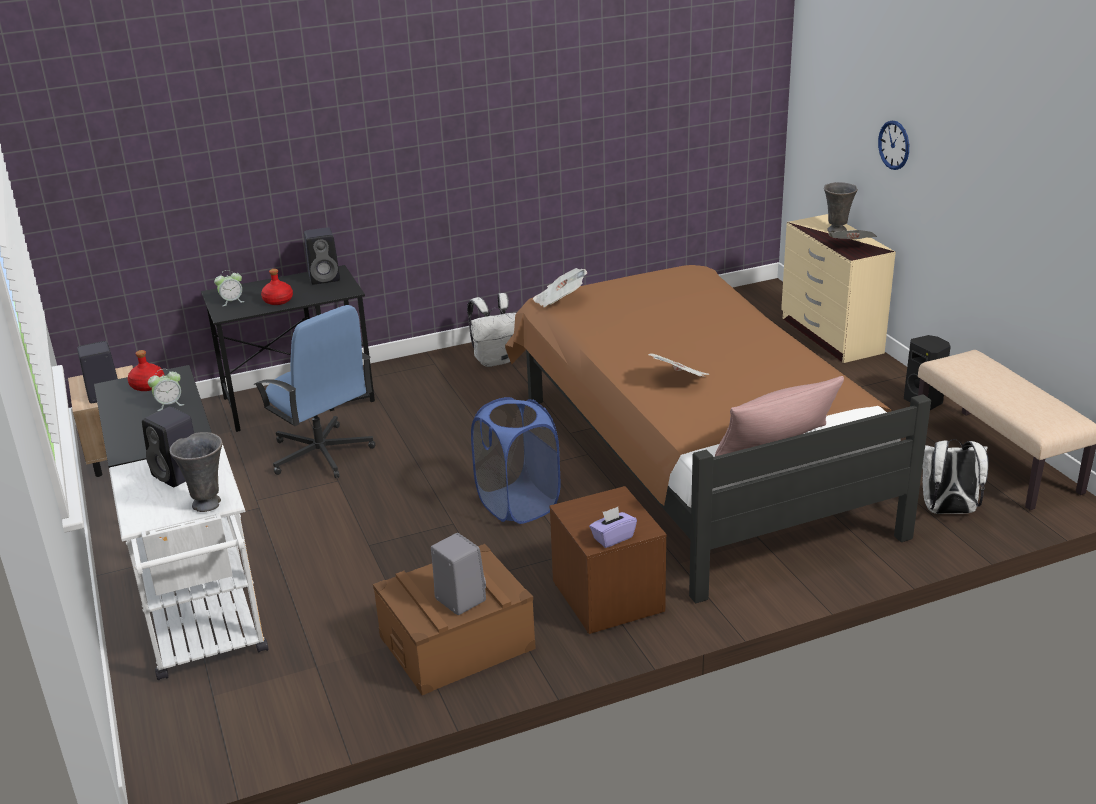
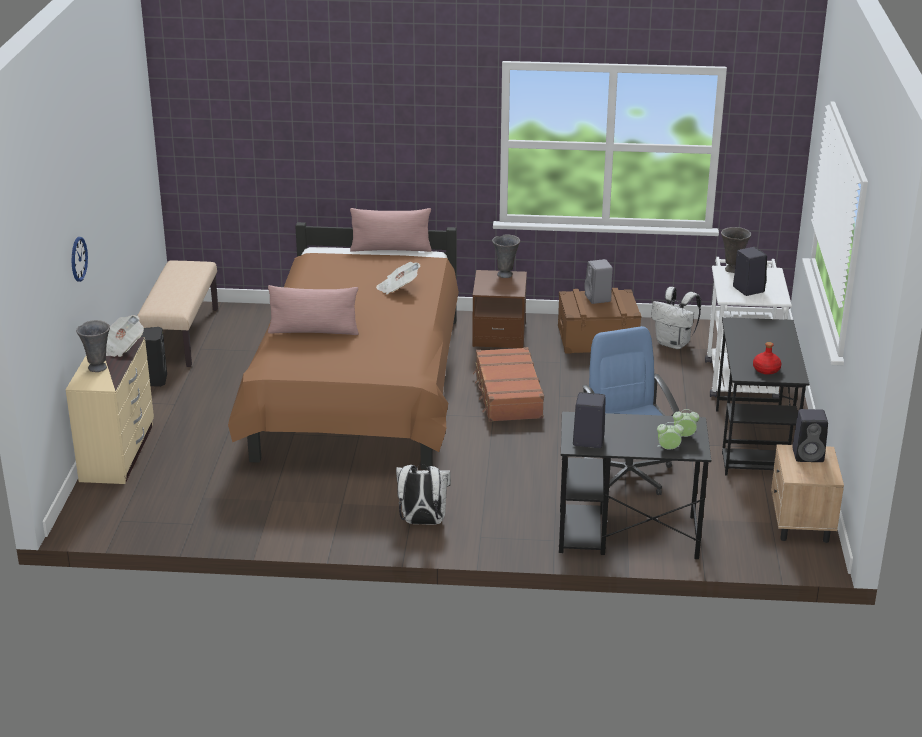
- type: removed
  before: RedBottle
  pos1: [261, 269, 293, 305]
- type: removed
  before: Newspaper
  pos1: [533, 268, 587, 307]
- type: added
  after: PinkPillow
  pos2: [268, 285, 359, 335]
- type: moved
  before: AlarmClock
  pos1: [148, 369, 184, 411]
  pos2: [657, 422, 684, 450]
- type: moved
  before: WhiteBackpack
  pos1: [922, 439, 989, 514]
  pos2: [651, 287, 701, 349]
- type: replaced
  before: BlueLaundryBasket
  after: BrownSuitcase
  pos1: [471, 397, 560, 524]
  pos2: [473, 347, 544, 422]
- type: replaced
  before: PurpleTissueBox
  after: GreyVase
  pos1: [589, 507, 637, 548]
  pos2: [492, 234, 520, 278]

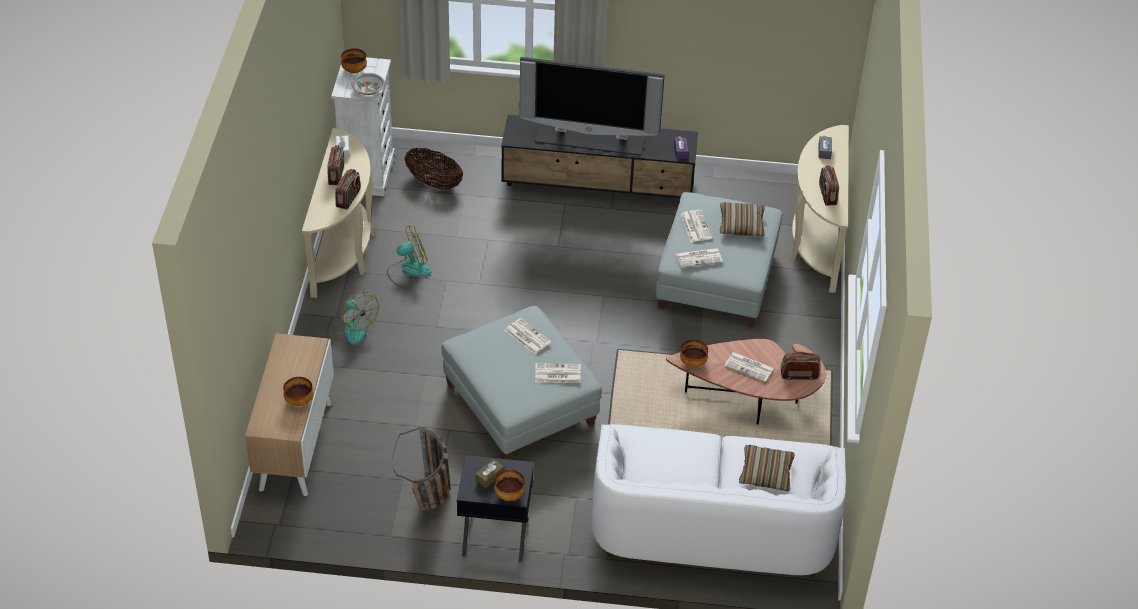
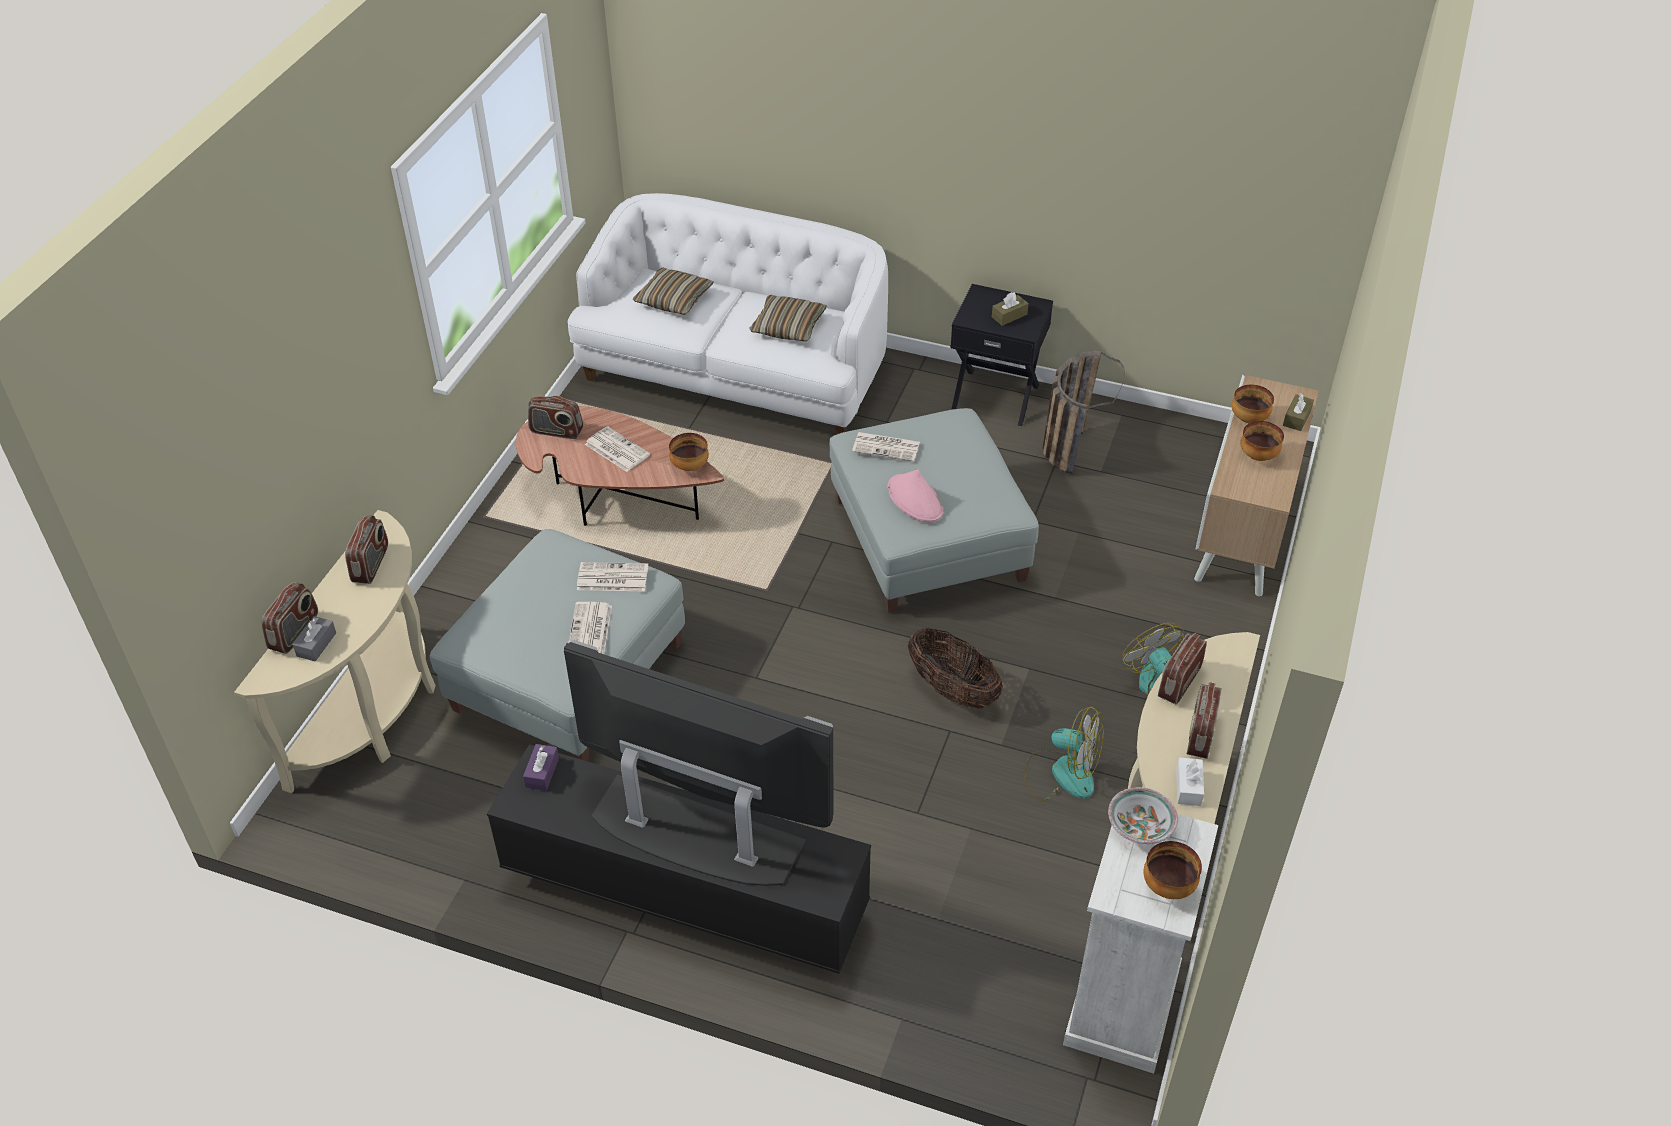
- type: added
  after: Radio
  pos2: [261, 582, 318, 654]
- type: added
  after: BrownTissueBox
  pos2: [1283, 393, 1314, 431]
- type: moved
  before: Basket
  pos1: [404, 148, 463, 189]
  pos2: [908, 627, 1003, 709]
- type: moved
  before: Bowl
  pos1: [494, 470, 525, 501]
  pos2: [1240, 421, 1284, 461]
- type: moved
  before: Pillow
  pos1: [720, 202, 765, 237]
  pos2: [750, 295, 827, 342]
- type: replaced
  before: Newspaper
  after: PinkHat
  pos1: [504, 318, 552, 355]
  pos2: [888, 469, 943, 523]
- type: turned
  before: Fan
  pos1: [387, 225, 431, 289]
  pos2: [1024, 707, 1104, 801]
  turn: -150

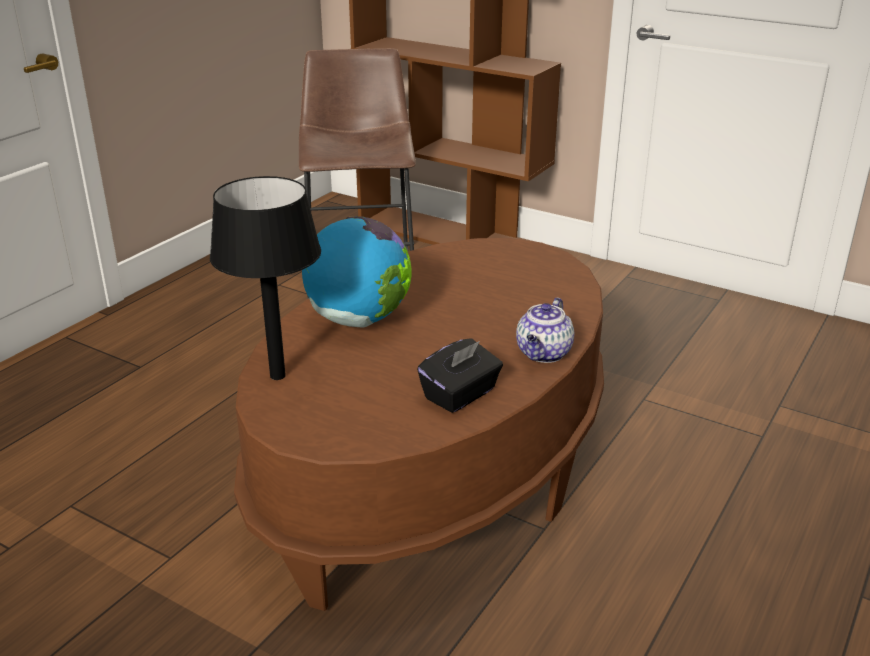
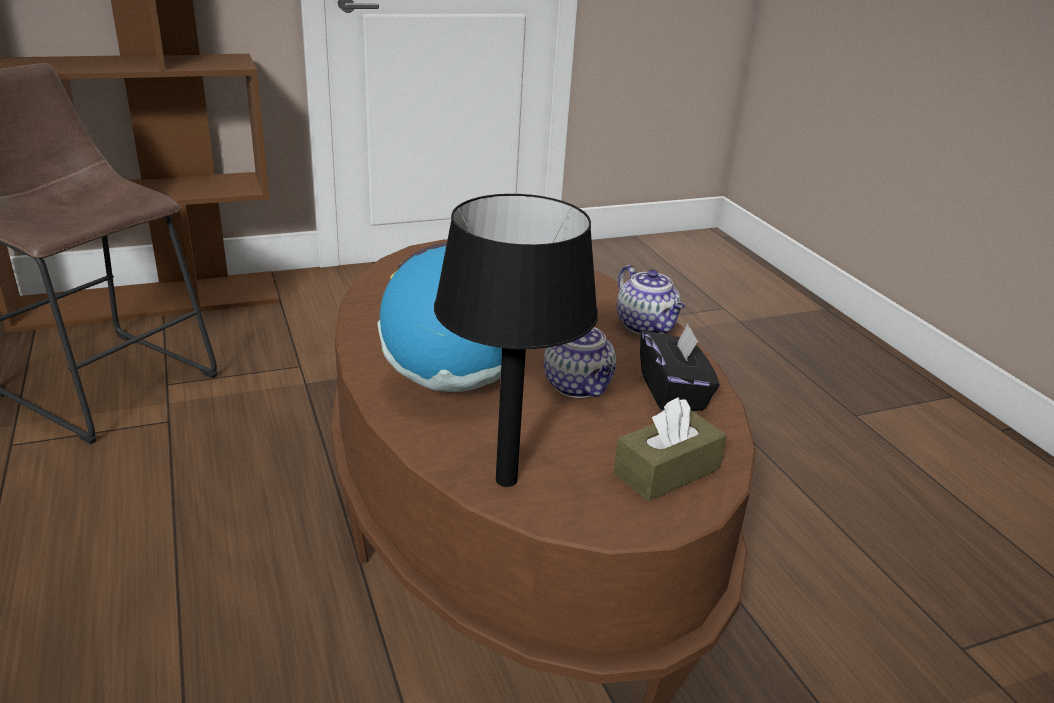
- type: added
  after: Teapot
  pos2: [543, 327, 616, 398]
- type: added
  after: BrownTissueBox
  pos2: [613, 397, 727, 502]

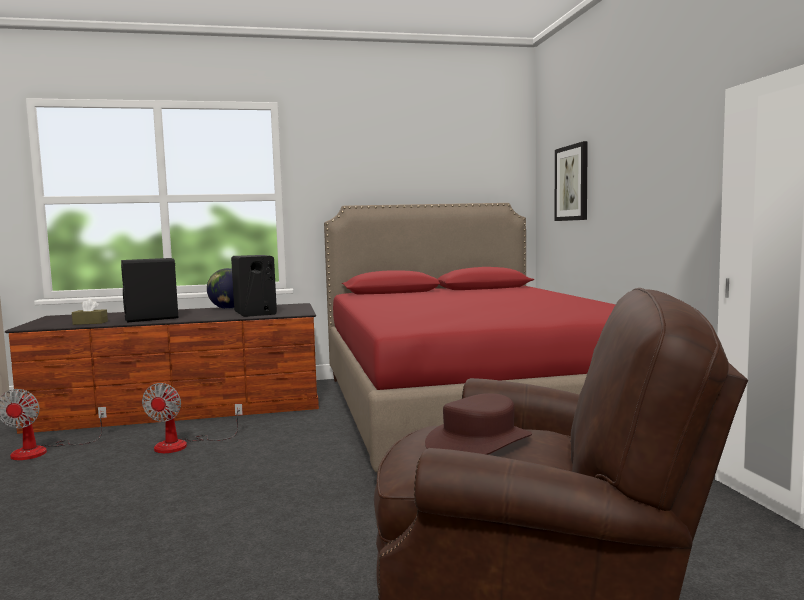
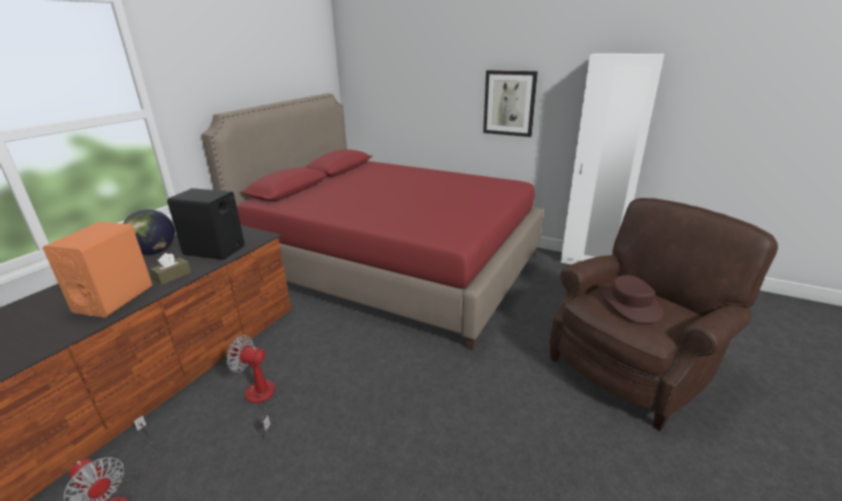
- type: moved
  before: BrownTissueBox
  pos1: [72, 299, 108, 325]
  pos2: [150, 253, 191, 285]
- type: moved
  before: Picture
  pos1: [555, 141, 588, 221]
  pos2: [483, 70, 538, 137]
- type: recoloured
  before: BlackSpeaker
  after: OrangeSpeaker
  pos1: [121, 258, 178, 323]
  pos2: [43, 222, 152, 318]
- type: turned
  before: Fan
  pos1: [142, 383, 243, 453]
  pos2: [226, 335, 281, 439]
  turn: 150

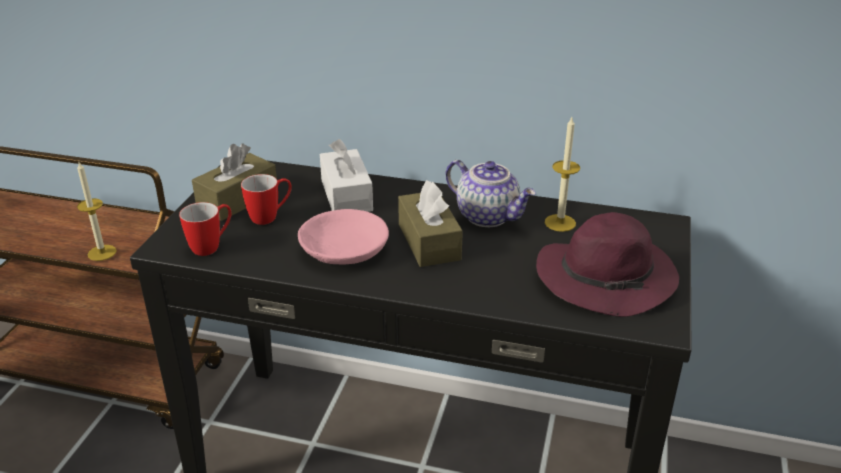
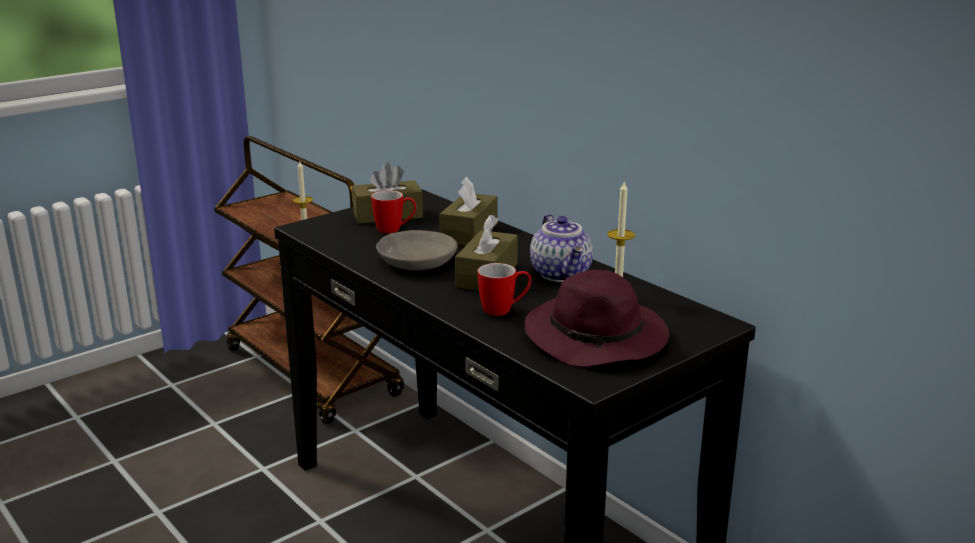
- type: moved
  before: Mug
  pos1: [179, 202, 232, 256]
  pos2: [478, 263, 531, 316]
- type: recoloured
  before: PinkBowl
  after: GreyBowl
  pos1: [298, 209, 389, 264]
  pos2: [376, 230, 458, 270]
- type: recoloured
  before: WhiteTissueBox
  after: BrownTissueBox
  pos1: [320, 139, 373, 212]
  pos2: [439, 176, 498, 245]

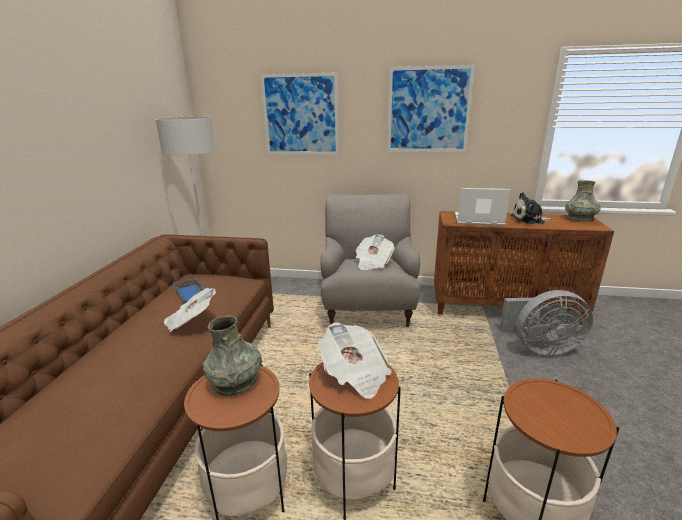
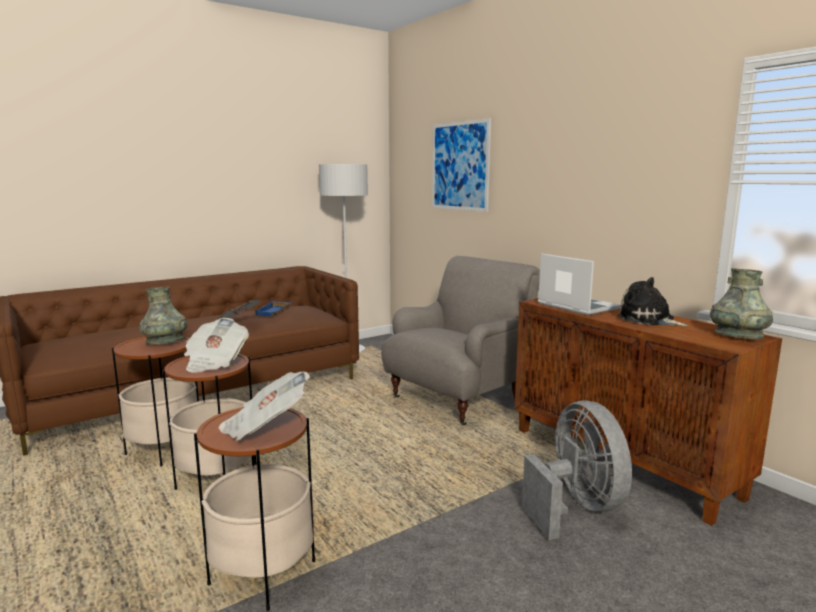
- type: removed
  before: Picture
  pos1: [387, 65, 475, 152]
- type: moved
  before: Newspaper
  pos1: [356, 234, 395, 270]
  pos2: [218, 371, 310, 441]
- type: turned
  before: GreyFan
  pos1: [500, 290, 593, 356]
  pos2: [522, 400, 632, 540]
  turn: -150

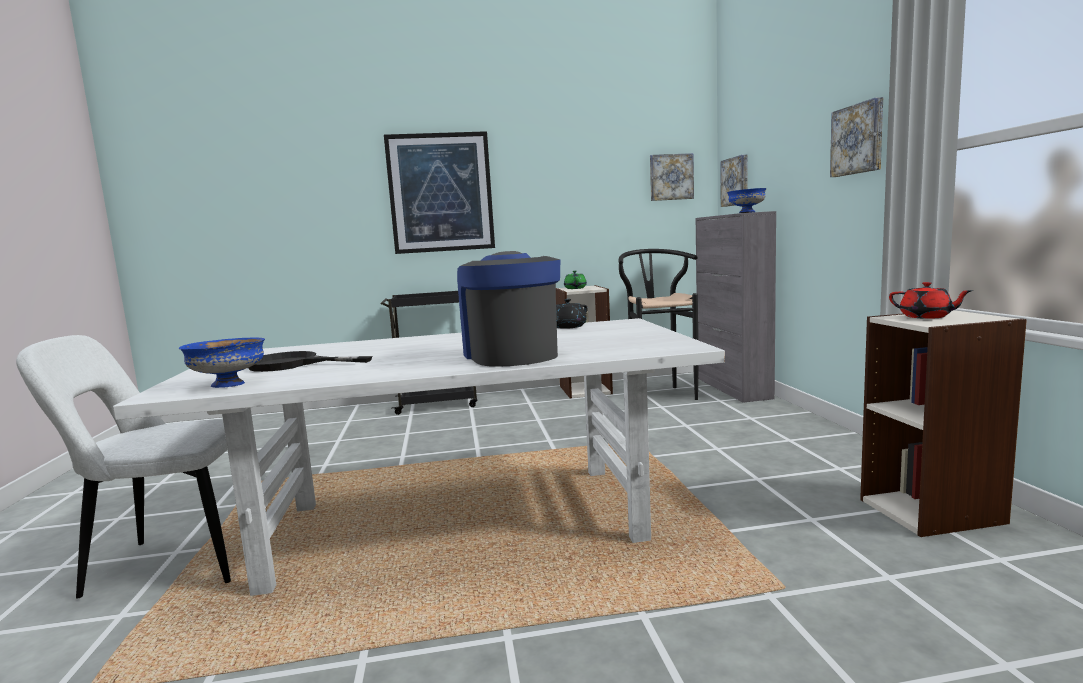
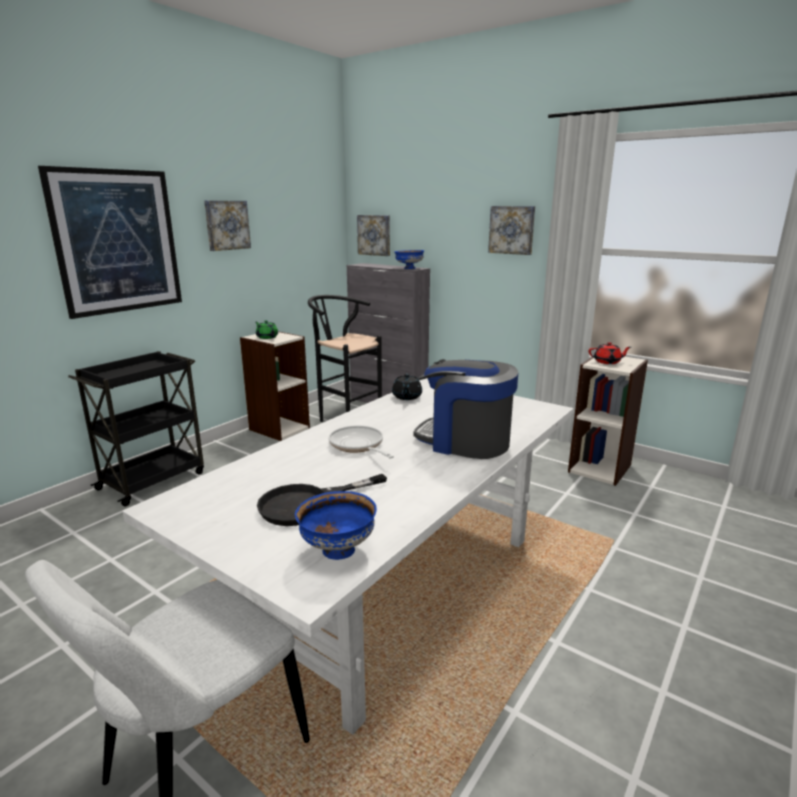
- type: added
  after: FryingPan
  pos2: [329, 426, 394, 459]
- type: moved
  before: Picture
  pos1: [650, 153, 694, 201]
  pos2: [204, 201, 251, 251]

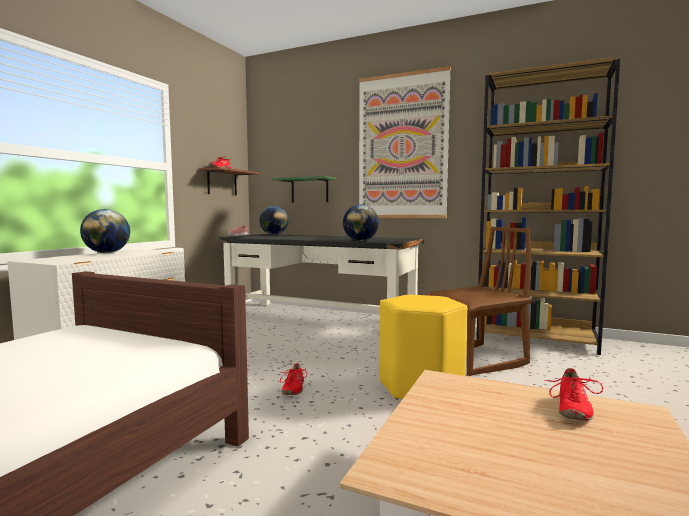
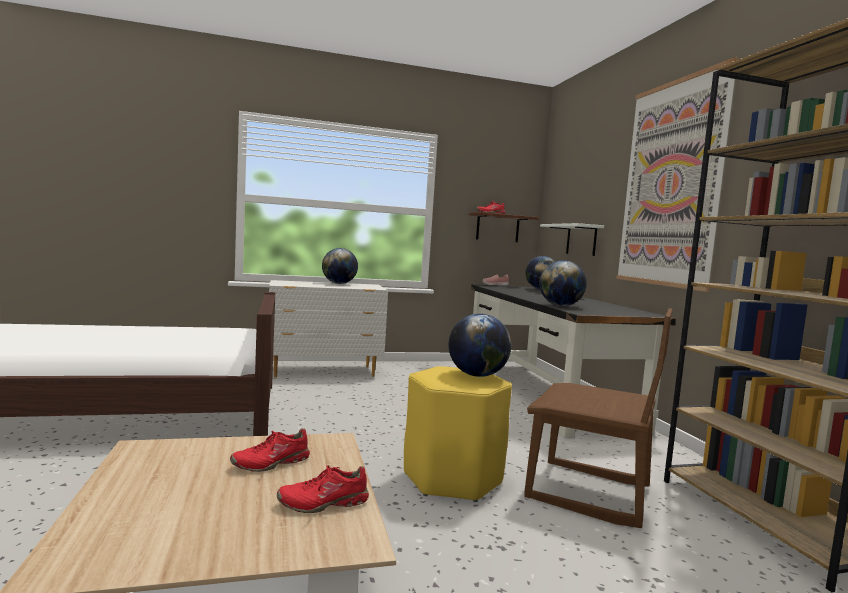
- type: added
  after: Globe
  pos2: [448, 314, 511, 377]
- type: moved
  before: RedShoe
  pos1: [280, 363, 307, 395]
  pos2: [230, 428, 310, 472]
- type: recoloured
  before: GreenShelf
  after: WhiteShelf
  pos1: [272, 176, 336, 203]
  pos2: [540, 223, 604, 256]

